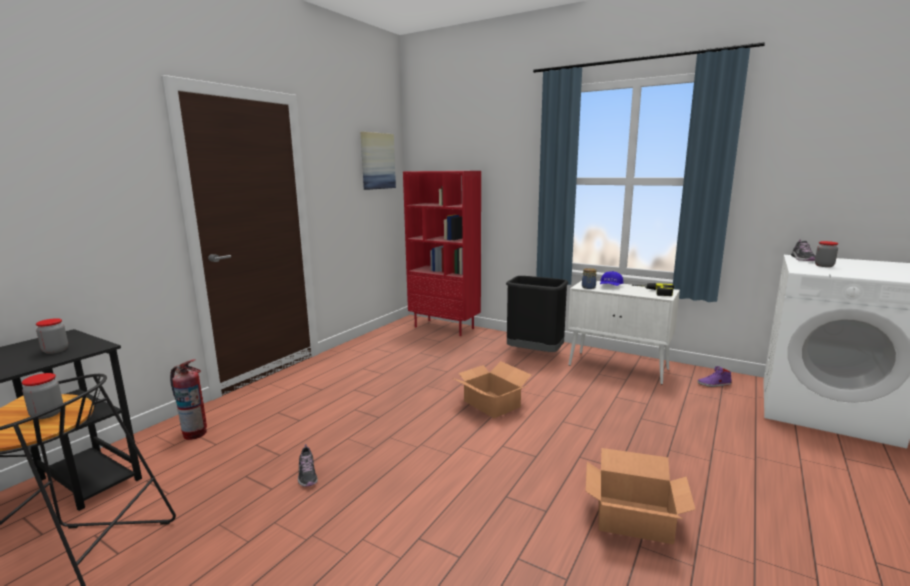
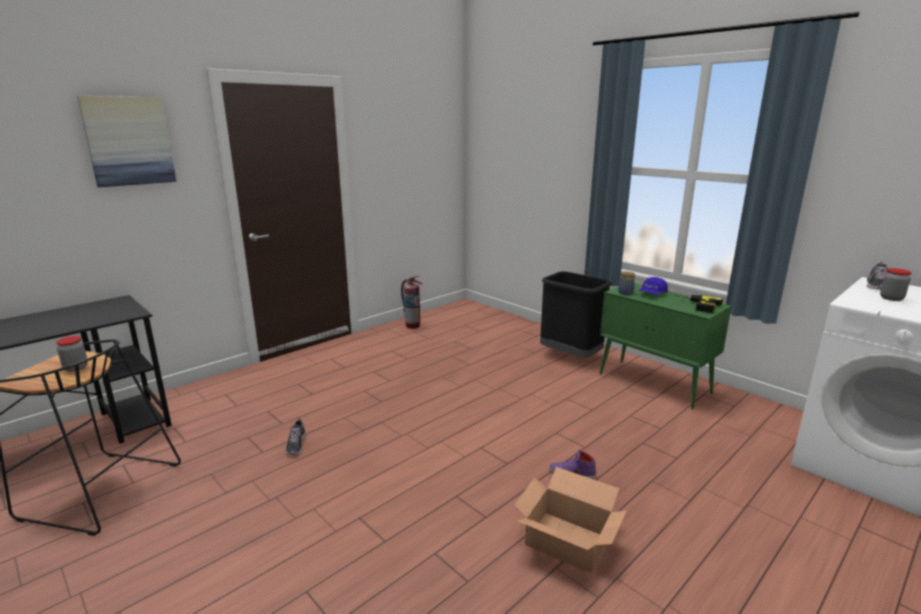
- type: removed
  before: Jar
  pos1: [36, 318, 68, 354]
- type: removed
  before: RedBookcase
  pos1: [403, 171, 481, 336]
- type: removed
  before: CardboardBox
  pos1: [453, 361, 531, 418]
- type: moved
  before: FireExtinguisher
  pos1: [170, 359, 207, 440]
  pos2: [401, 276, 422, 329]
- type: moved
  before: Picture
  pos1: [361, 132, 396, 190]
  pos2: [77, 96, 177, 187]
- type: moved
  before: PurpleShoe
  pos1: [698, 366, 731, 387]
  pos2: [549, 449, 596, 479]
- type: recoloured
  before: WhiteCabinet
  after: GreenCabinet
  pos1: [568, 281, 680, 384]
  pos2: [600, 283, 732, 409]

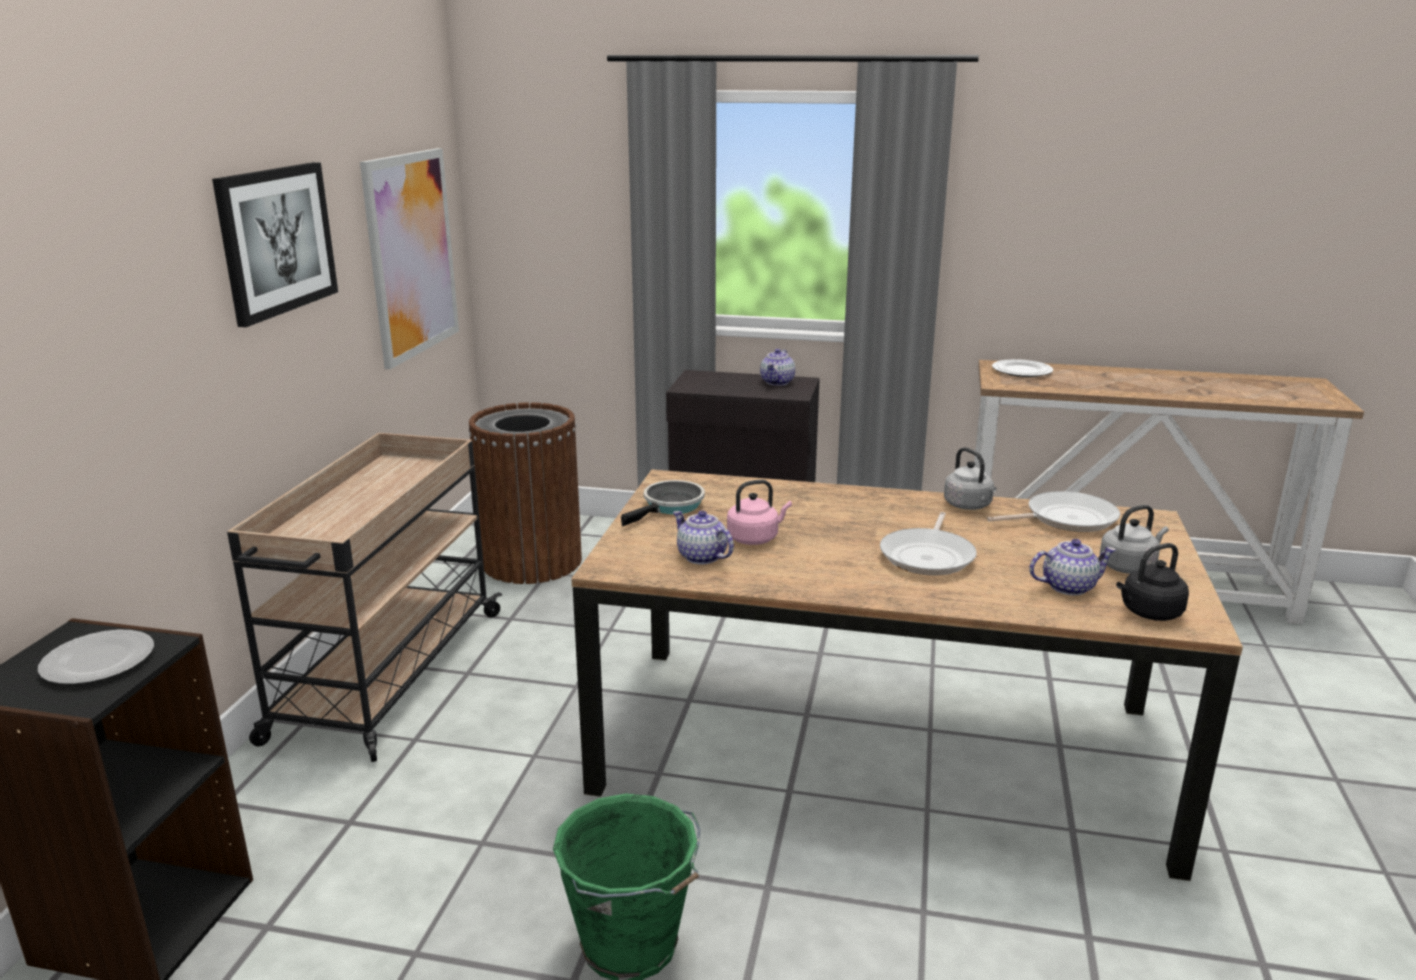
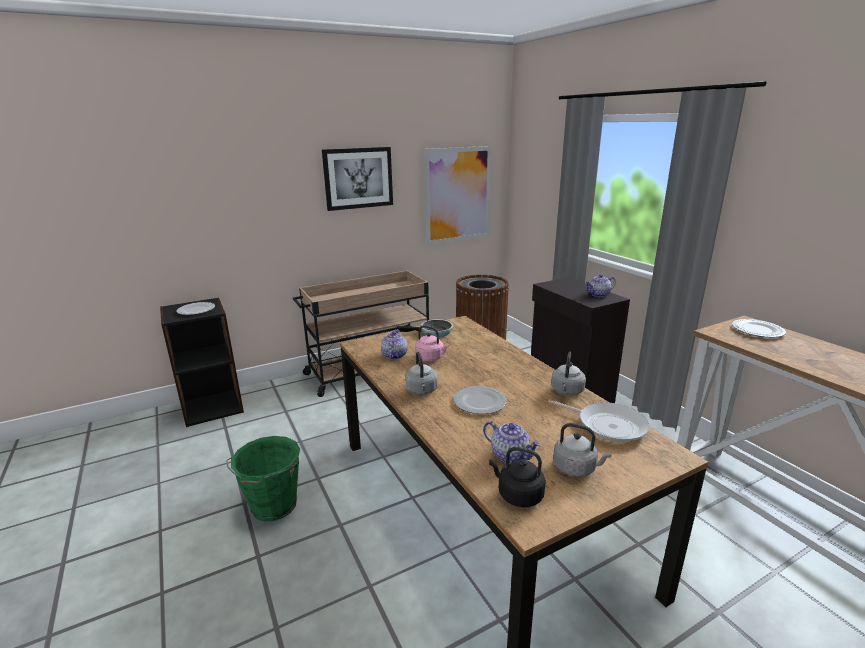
- type: added
  after: GreyKettle
  pos2: [405, 352, 438, 395]
- type: replaced
  before: FryingPan
  after: Plate
  pos1: [880, 512, 977, 576]
  pos2: [454, 386, 507, 414]

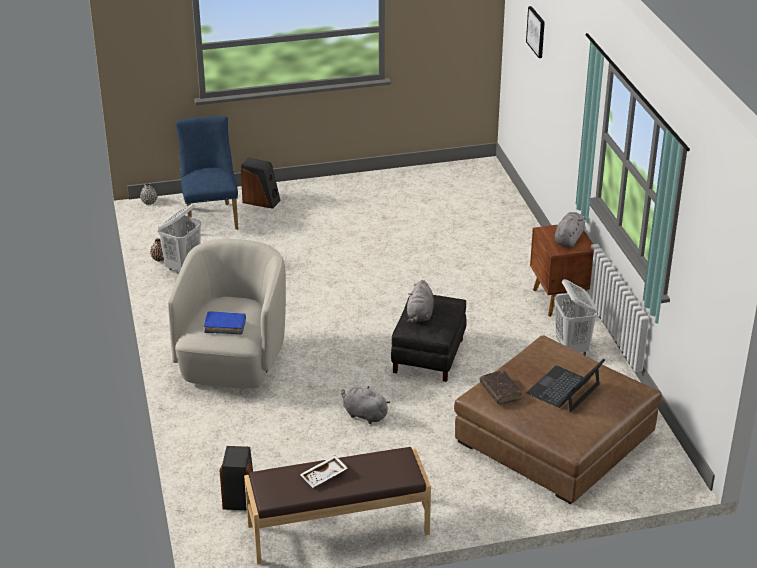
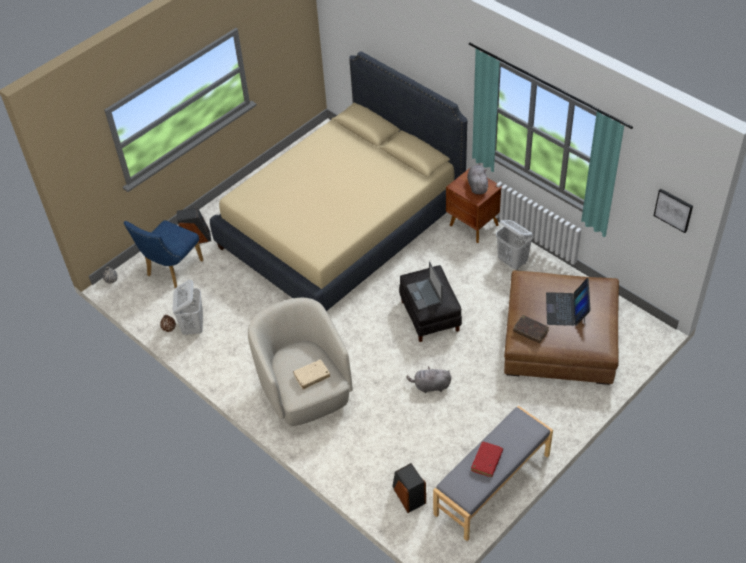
- type: added
  after: BeigeBed
  pos2: [210, 52, 467, 311]
- type: moved
  before: Picture
  pos1: [526, 6, 545, 58]
  pos2: [654, 189, 693, 233]
- type: replaced
  before: WhiteTray
  after: RedBook
  pos1: [300, 455, 348, 488]
  pos2: [471, 442, 503, 477]
- type: replaced
  before: GreyPlushToy
  after: Laptop
  pos1: [407, 280, 434, 323]
  pos2: [406, 261, 443, 310]
- type: recoloured
  before: BlueBook
  after: BeigeBook
  pos1: [204, 311, 246, 334]
  pos2: [293, 359, 330, 389]
- type: recoloured
  before: BrownBench
  after: GreyBench
  pos1: [244, 447, 431, 564]
  pos2: [433, 406, 553, 541]
- type: turned
  before: BlueChair
  pos1: [176, 116, 238, 230]
  pos2: [124, 220, 203, 288]
  turn: -105

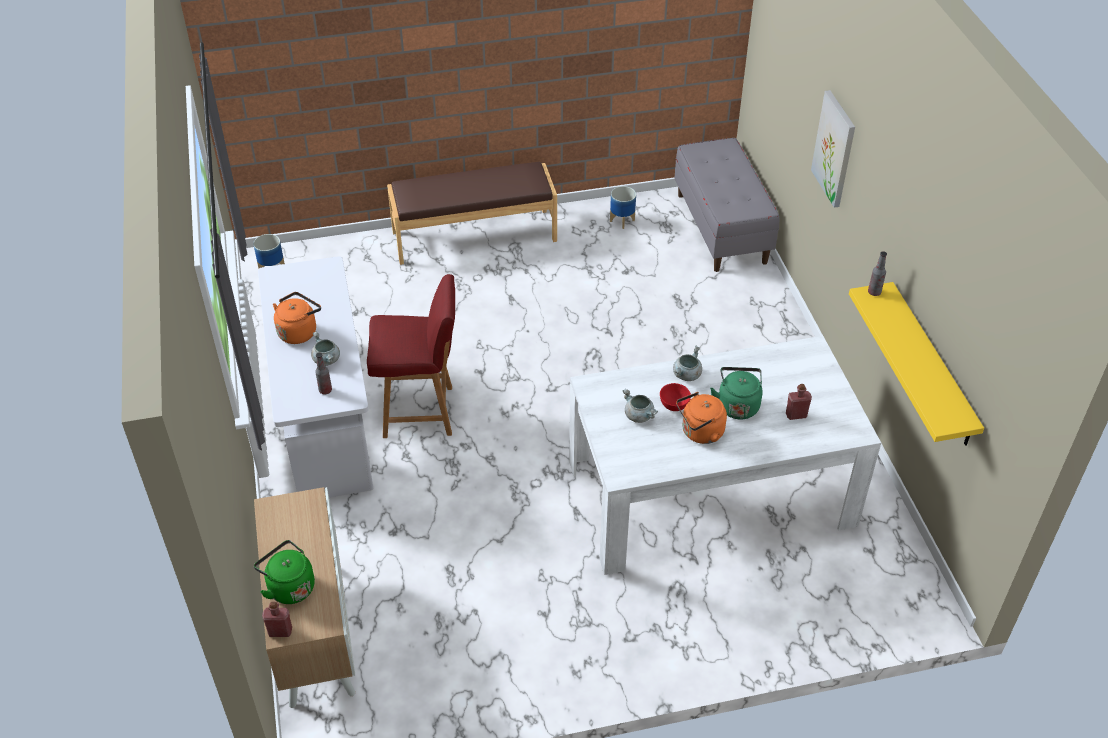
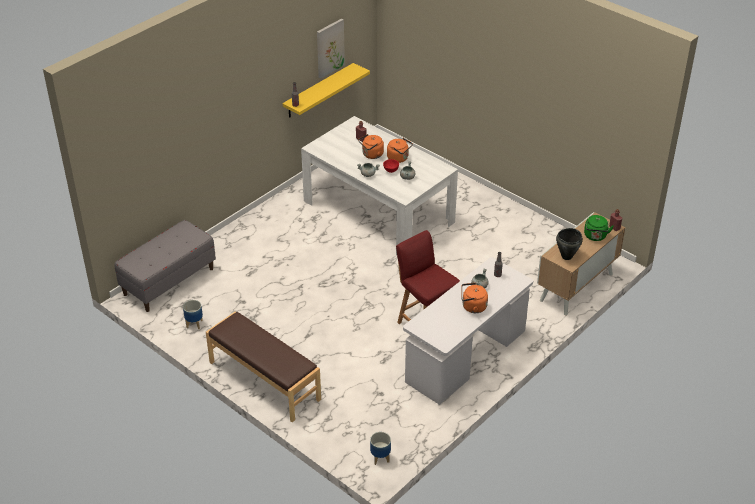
- type: added
  after: BlackCookingPot
  pos2: [556, 228, 583, 260]
- type: moved
  before: Picture
  pos1: [811, 90, 855, 208]
  pos2: [317, 18, 345, 78]
- type: recoloured
  before: GreenKettle
  after: OrangeKettle
  pos1: [710, 367, 763, 420]
  pos2: [358, 134, 384, 159]

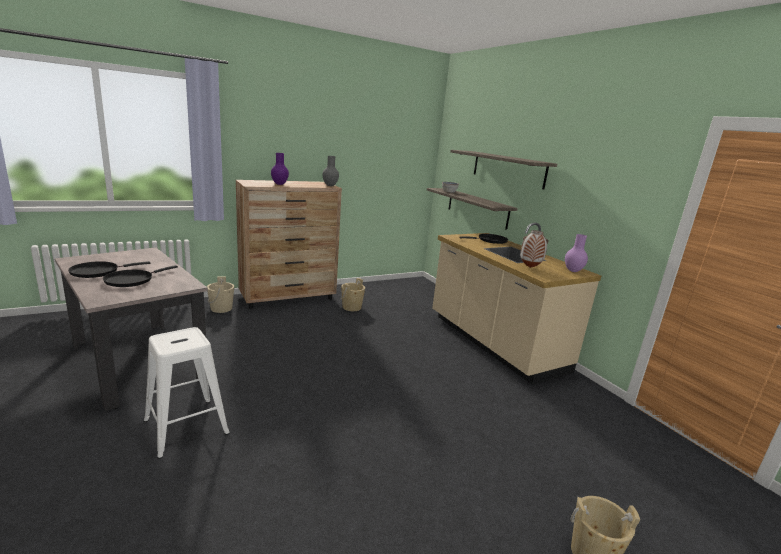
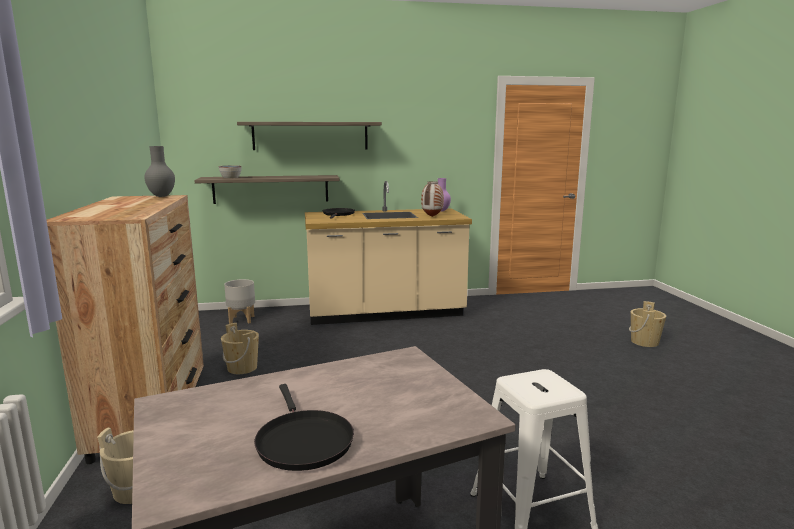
- type: removed
  before: BlackFryingPan
  pos1: [103, 265, 178, 287]
- type: removed
  before: PurpleVase
  pos1: [271, 153, 289, 185]
- type: added
  after: GreyPlanter
  pos2: [224, 279, 255, 324]

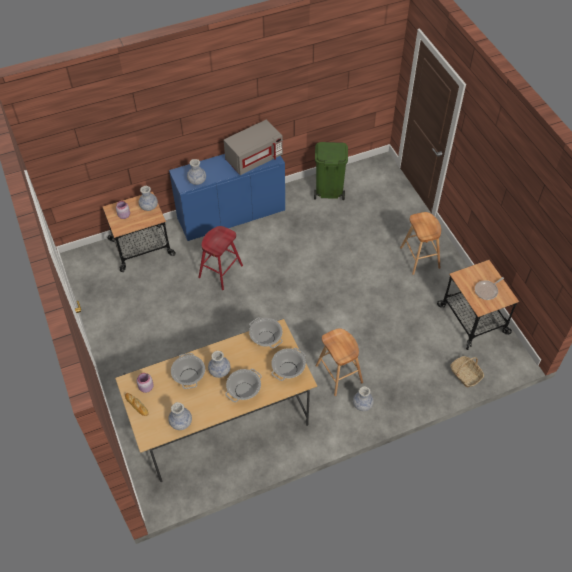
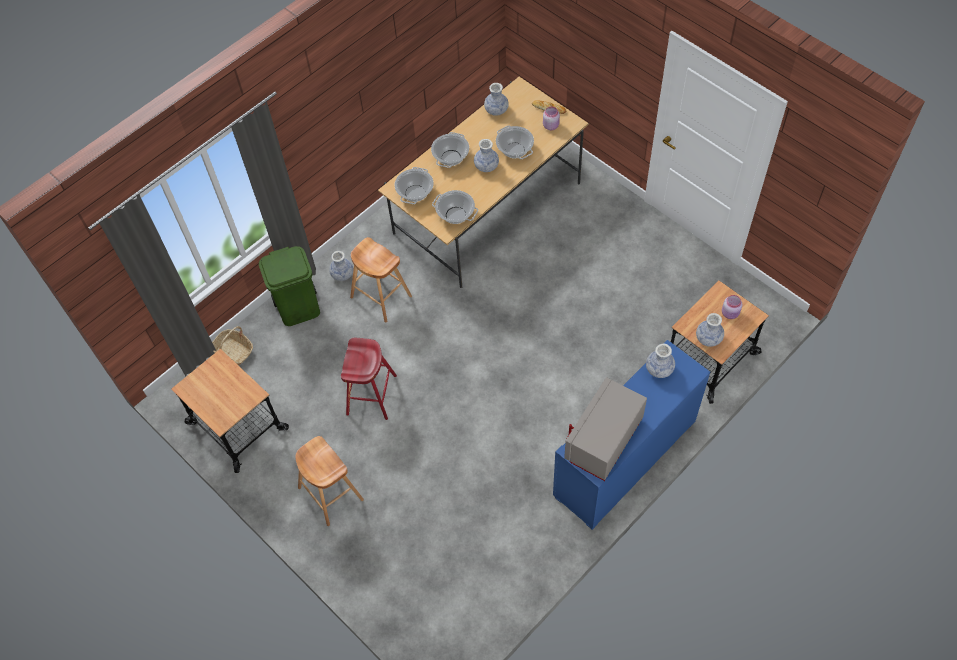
- type: removed
  before: FryingPan
  pos1: [475, 277, 504, 300]
- type: moved
  before: RedStool
  pos1: [198, 226, 243, 290]
  pos2: [341, 338, 397, 420]
- type: moved
  before: GreenTrashCan
  pos1: [314, 142, 348, 200]
  pos2: [259, 246, 320, 326]

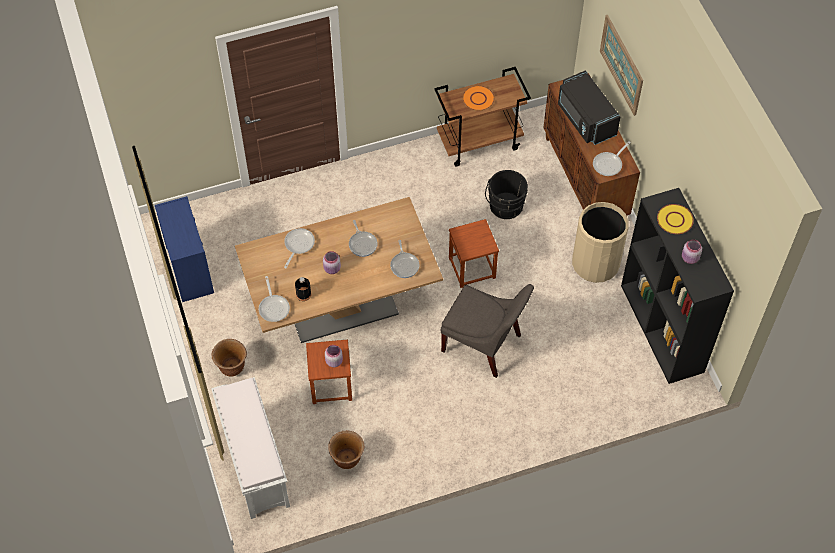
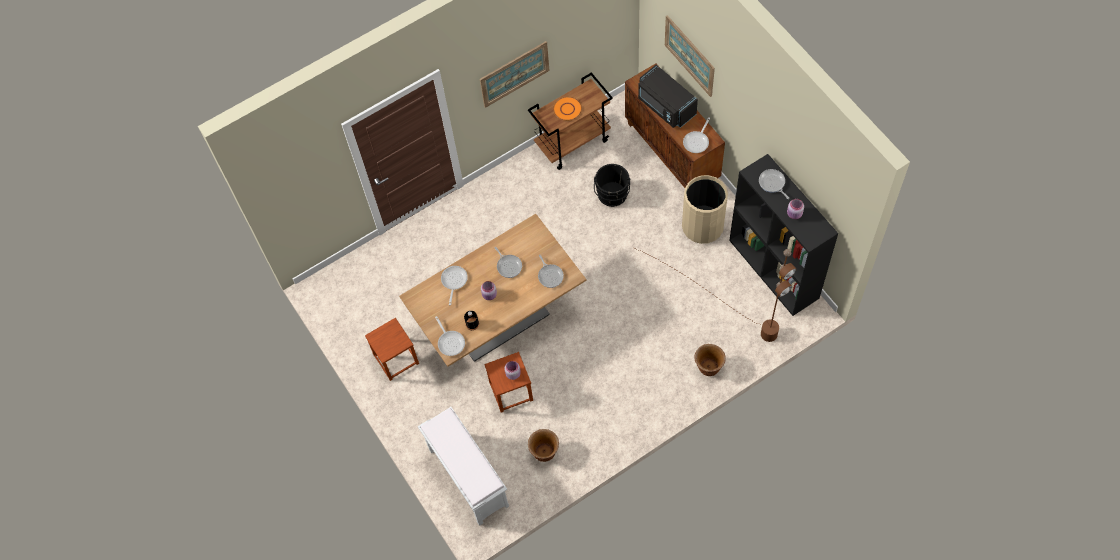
- type: removed
  before: BlueDresser
  pos1: [155, 196, 214, 302]
- type: removed
  before: GreyChair
  pos1: [441, 284, 534, 378]
- type: added
  after: Picture
  pos2: [480, 41, 550, 108]
- type: added
  after: BrownFloorLamp
  pos2: [635, 248, 797, 342]
- type: moved
  before: BrownPlanter
  pos1: [211, 339, 247, 377]
  pos2: [694, 344, 726, 376]
- type: moved
  before: BrownStool
  pos1: [449, 219, 499, 288]
  pos2: [365, 318, 419, 381]
- type: replaced
  before: YellowPlate
  after: FryingPan
  pos1: [657, 204, 694, 234]
  pos2: [759, 169, 789, 199]

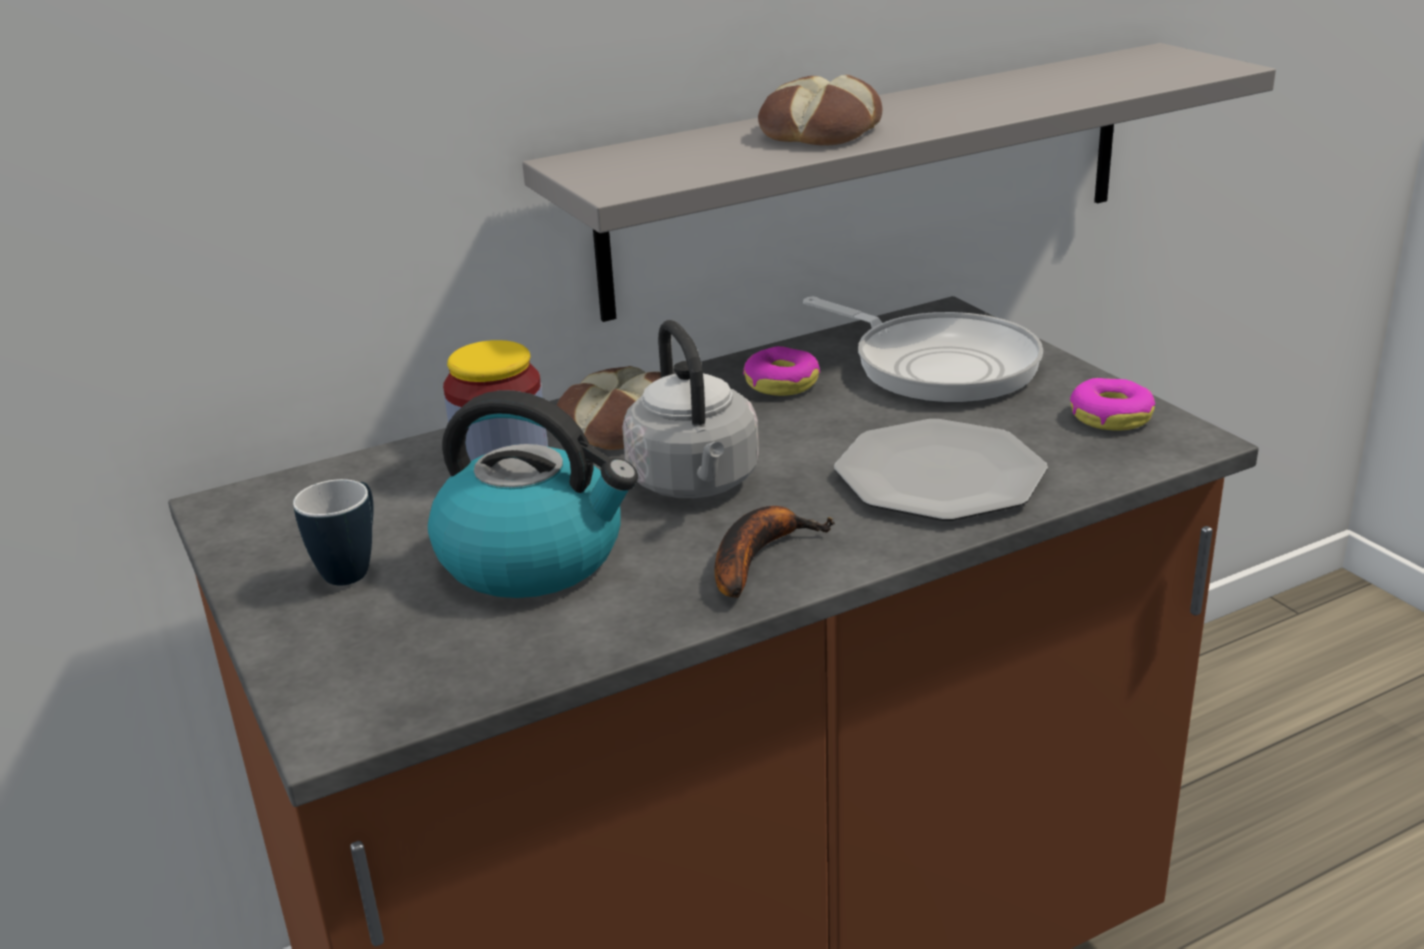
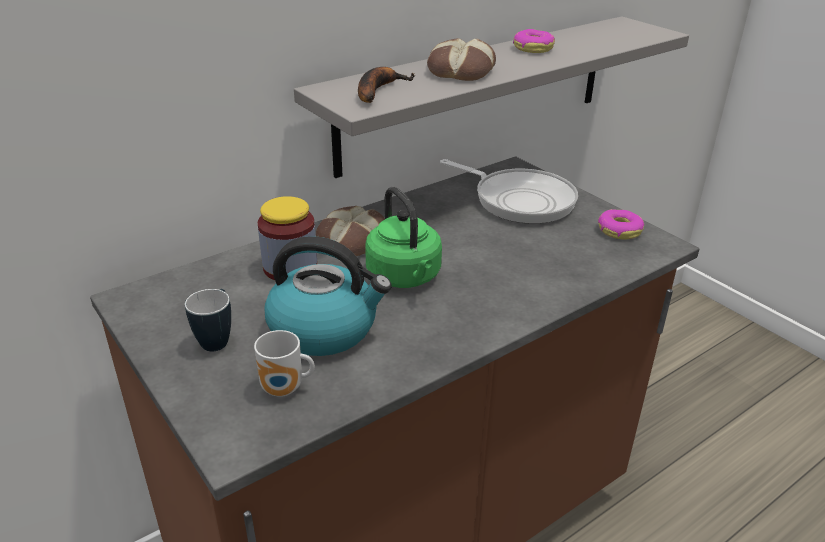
- type: removed
  before: Plate
  pos1: [834, 419, 1048, 521]
- type: added
  after: Mug
  pos2: [254, 330, 315, 397]
- type: moved
  before: Banana
  pos1: [714, 506, 835, 598]
  pos2: [358, 67, 415, 103]
- type: moved
  before: Donut
  pos1: [743, 346, 820, 396]
  pos2: [513, 29, 555, 53]
- type: recoloured
  before: GreyKettle
  after: GreenKettle
  pos1: [622, 320, 759, 498]
  pos2: [365, 187, 442, 288]

